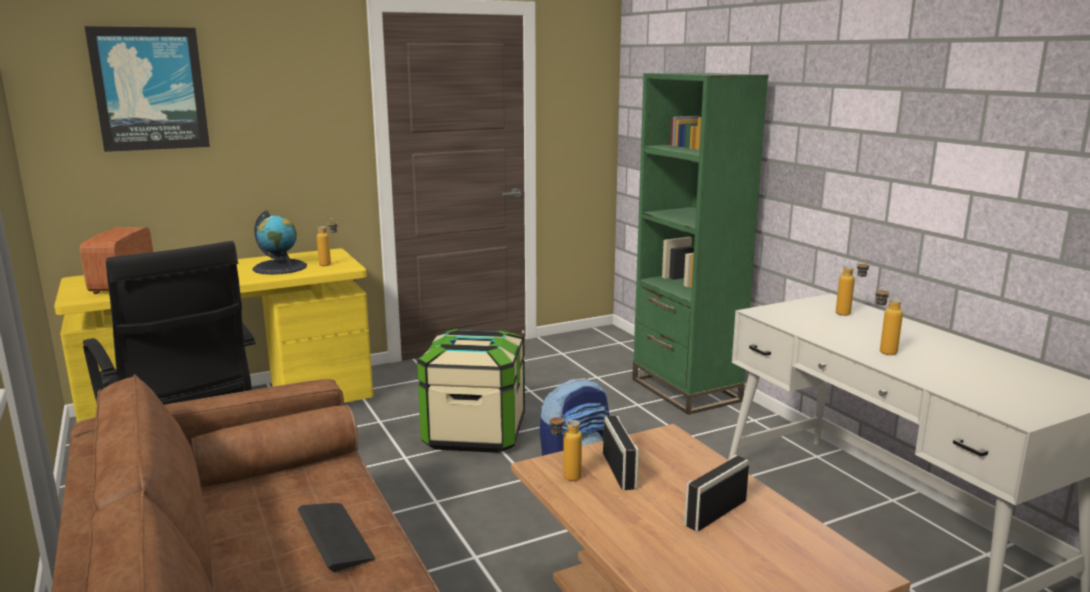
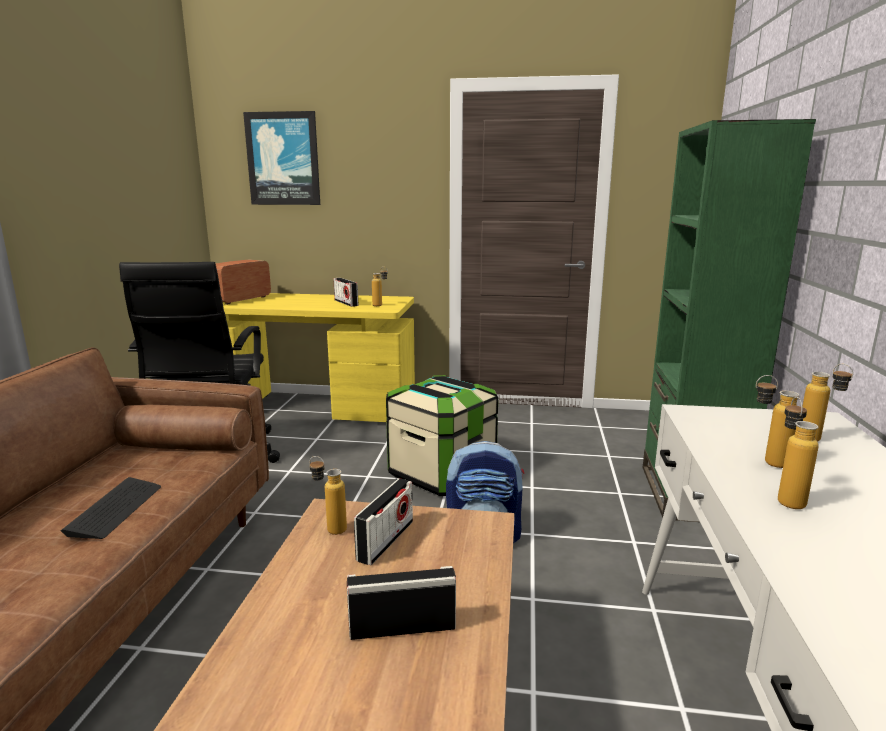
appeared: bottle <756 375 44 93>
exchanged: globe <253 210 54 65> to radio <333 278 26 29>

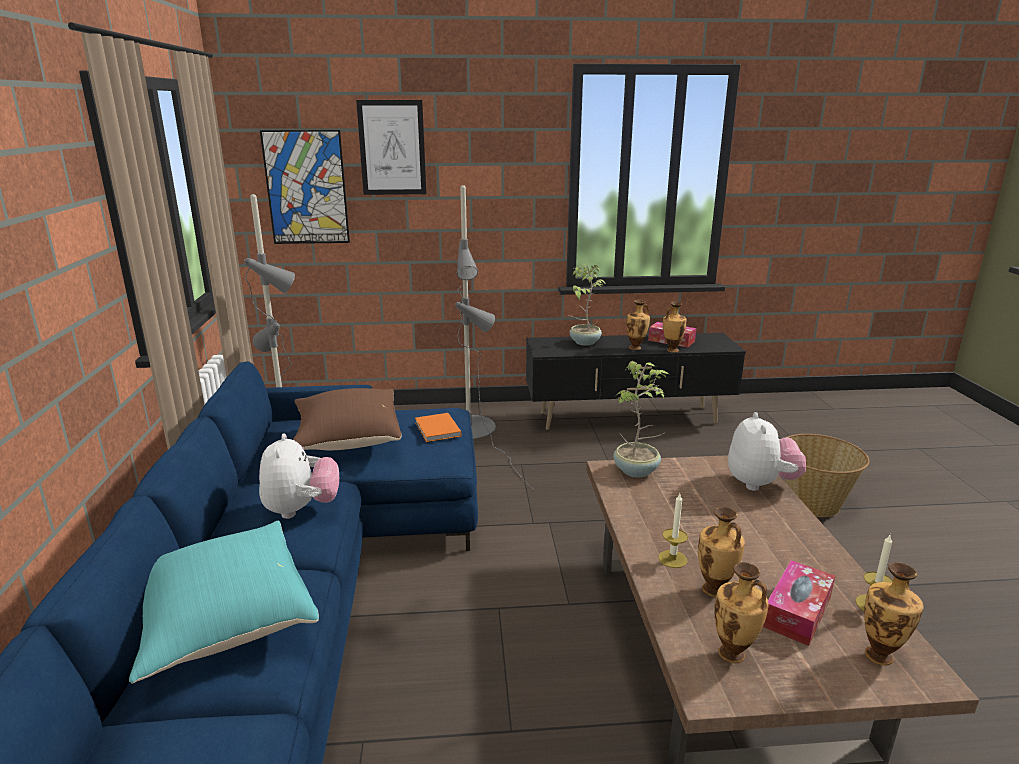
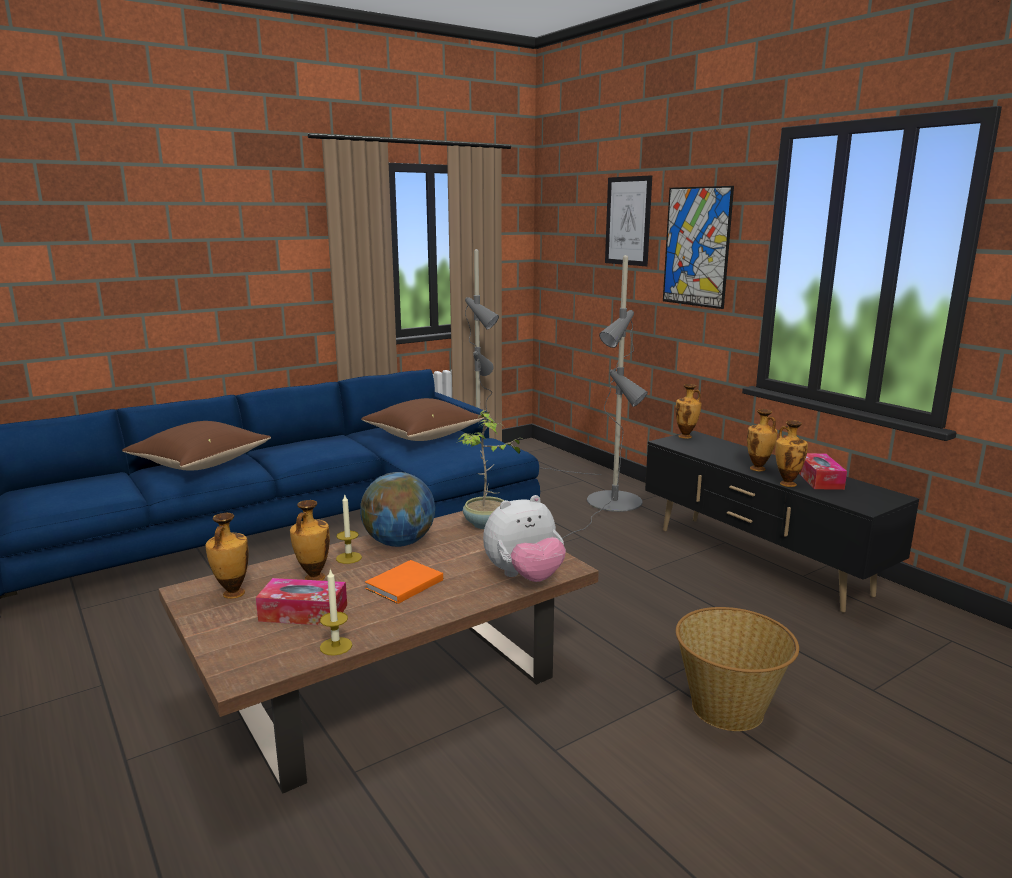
missing: plush_toy <259 433 80 86>; potted_plant <569 264 37 82>
appeared: globe <360 472 75 75>
relocated: orange_book <415 413 46 29> to <365 560 78 44>; picture <260 130 90 114> to <663 186 71 123>; vase <864 562 60 103> to <675 384 26 55>
colour: turquoise_pillow <129 521 190 162> to brown_pillow <122 421 149 50>

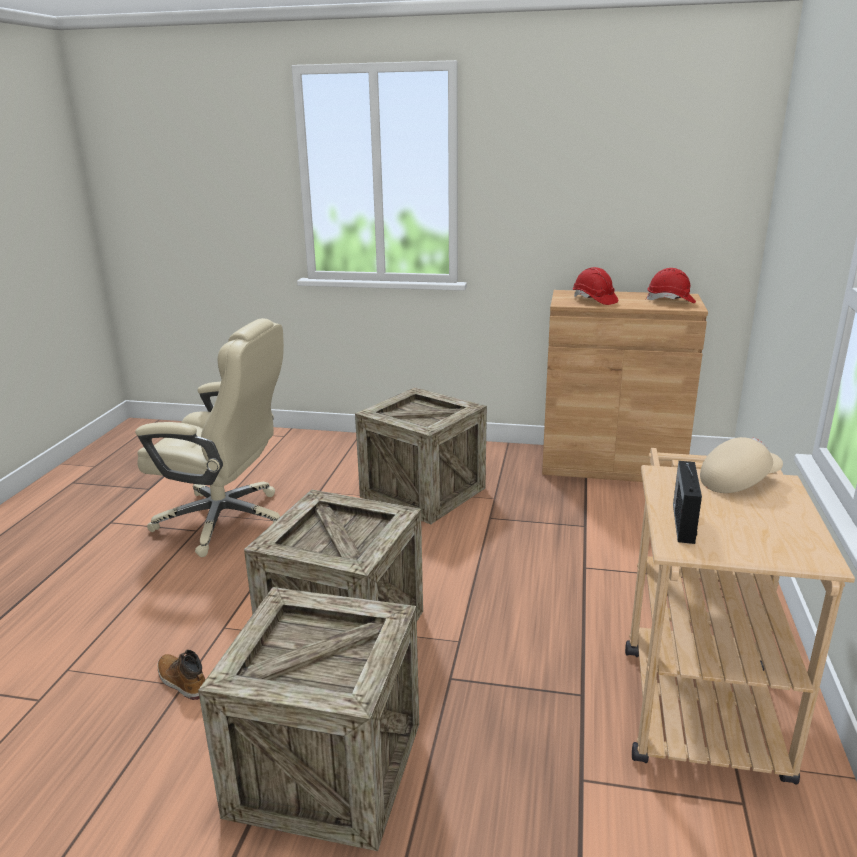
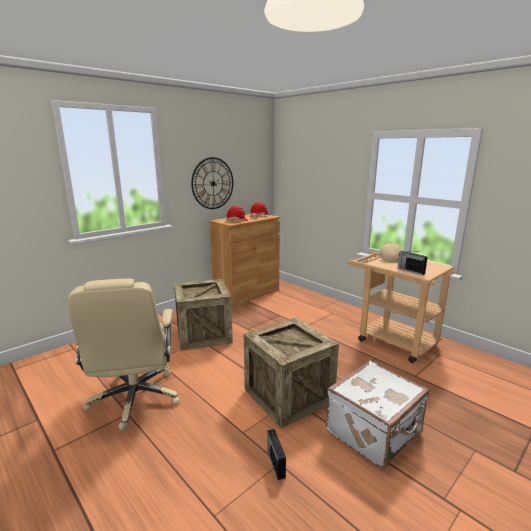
appeared: wall_clock <191 157 42 52>
exchanged: boot <157 649 48 51> to radio <267 429 19 51>; crate <198 587 221 264> to white_suitcase <326 360 103 108>
spun: beige_office_chair <135 318 149 239> = <68 279 111 152> 120 degrees clockwise

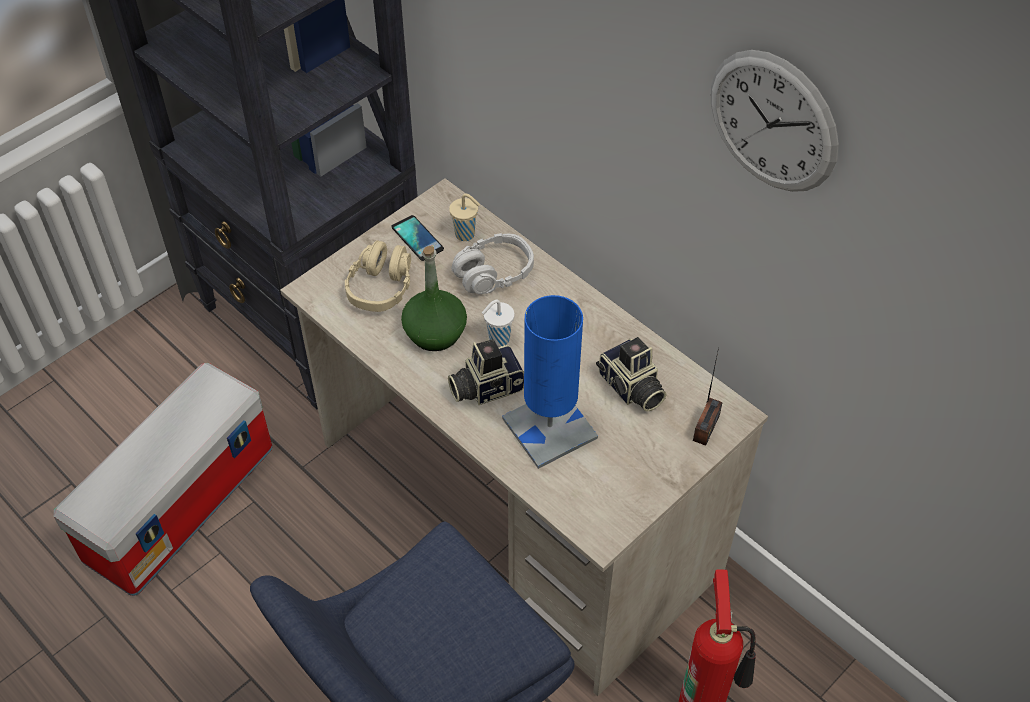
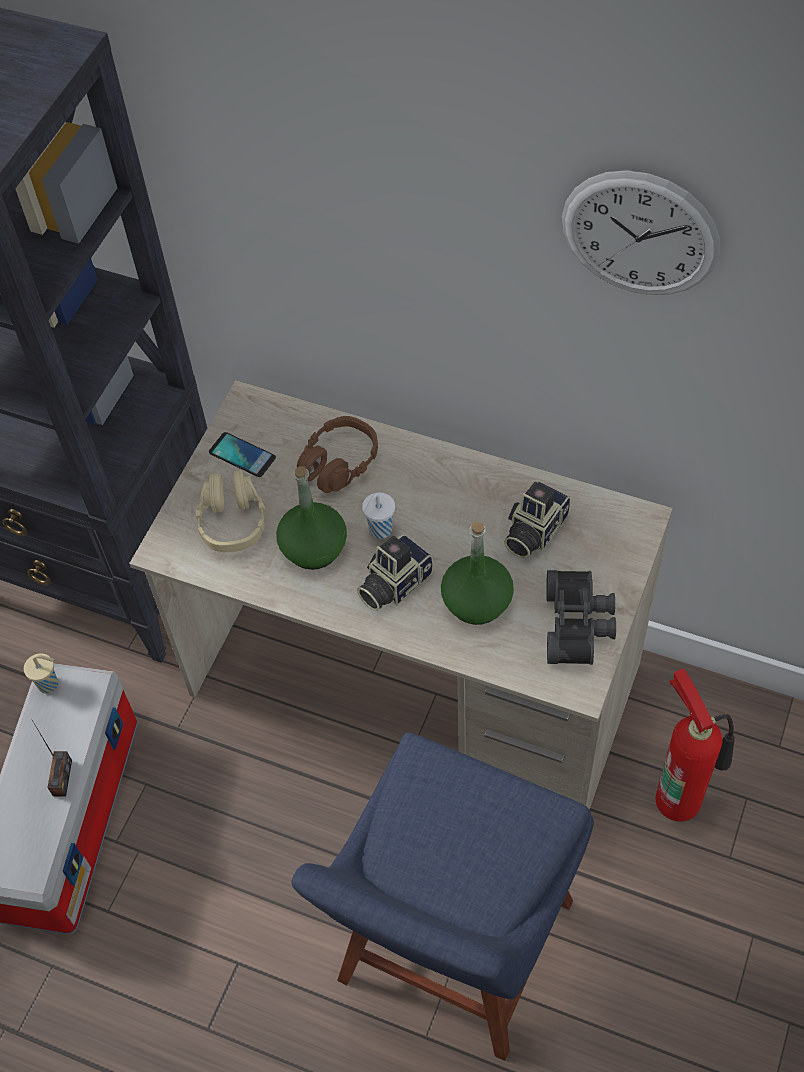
appeared: black_binoculars <546 570 70 95>
relocated: beige_cup <449 193 31 48> to <24 654 34 39>; radio <693 347 30 99> to <32 720 40 76>
exchanged: blue_table_lamp <502 295 96 174> to green_bottle <441 521 73 104>
colour: grey_headphones <452 233 82 61> to brown_headphones <297 416 81 77>
spun: photo_camera <596 337 70 75> = <504 481 67 78> 90 degrees clockwise

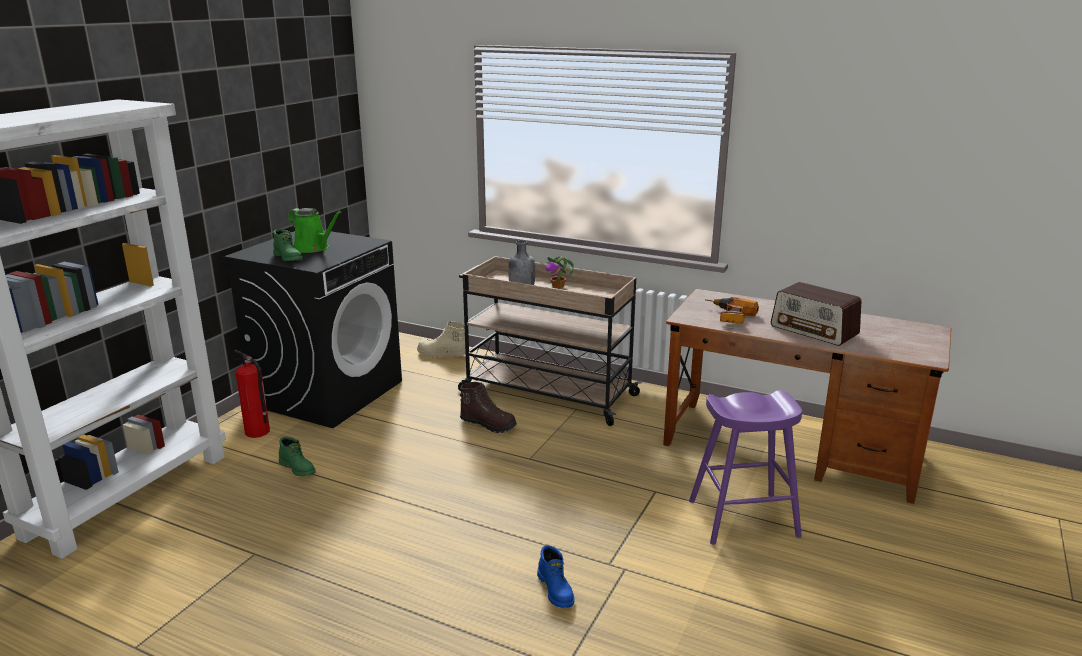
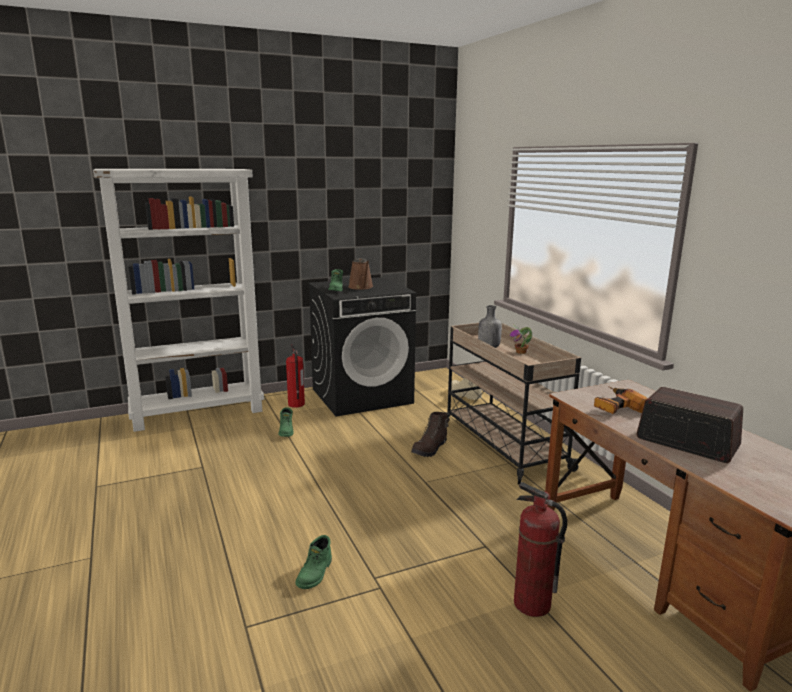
exchanged: purple_stool <689 390 113 155> to fire_extinguisher <514 482 53 135>
colour: blue_boot <537 545 38 63> to green_boot <295 535 37 54>; green_watering_can <288 208 54 45> to brown_watering_can <348 258 25 32>
spun: brown_boot <460 382 57 51> = <411 412 39 45> 60 degrees clockwise; radio <771 282 90 64> = <636 387 107 76> 135 degrees clockwise

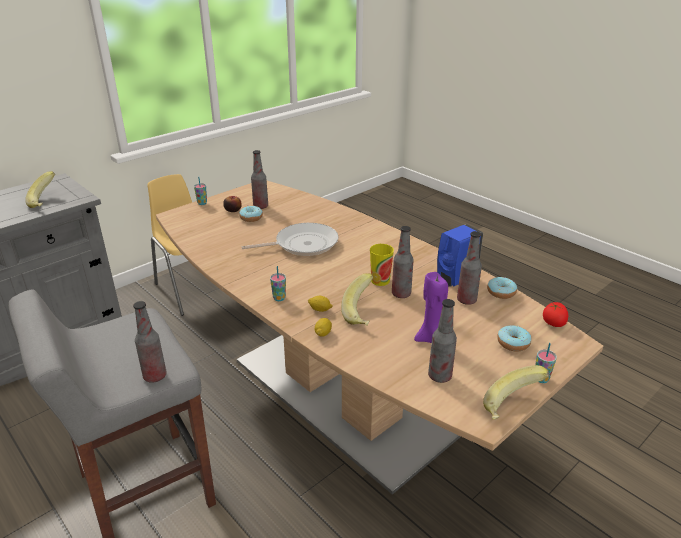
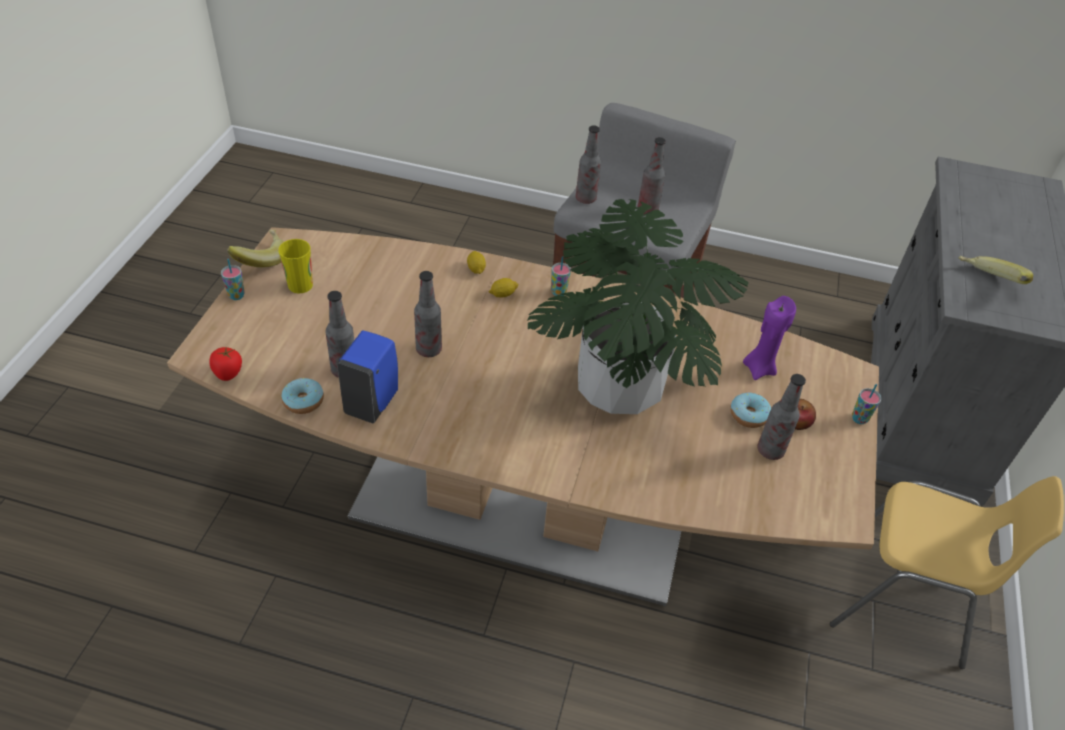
missing: banana <341 273 32 53>; donut <497 325 34 27>
relocated: cup <370 244 24 42> to <278 239 35 55>; bottle <428 299 29 84> to <637 137 29 77>; purple_candle <414 272 34 71> to <743 296 53 84>
exchanged: frying_pan <241 223 97 33> to potted_plant <527 199 221 215>

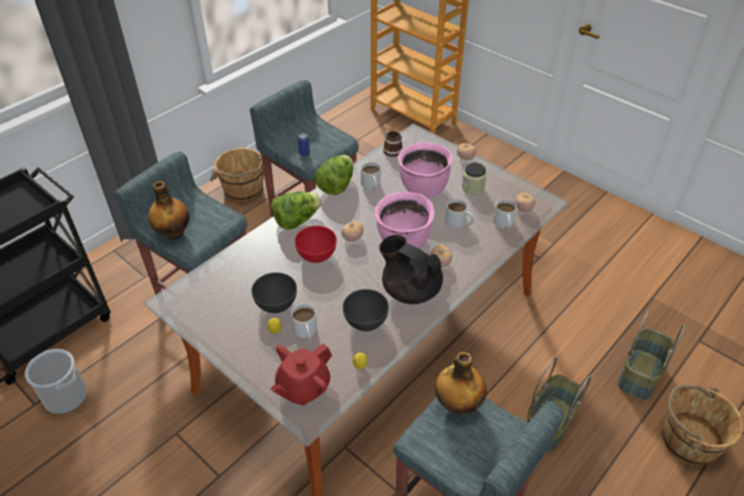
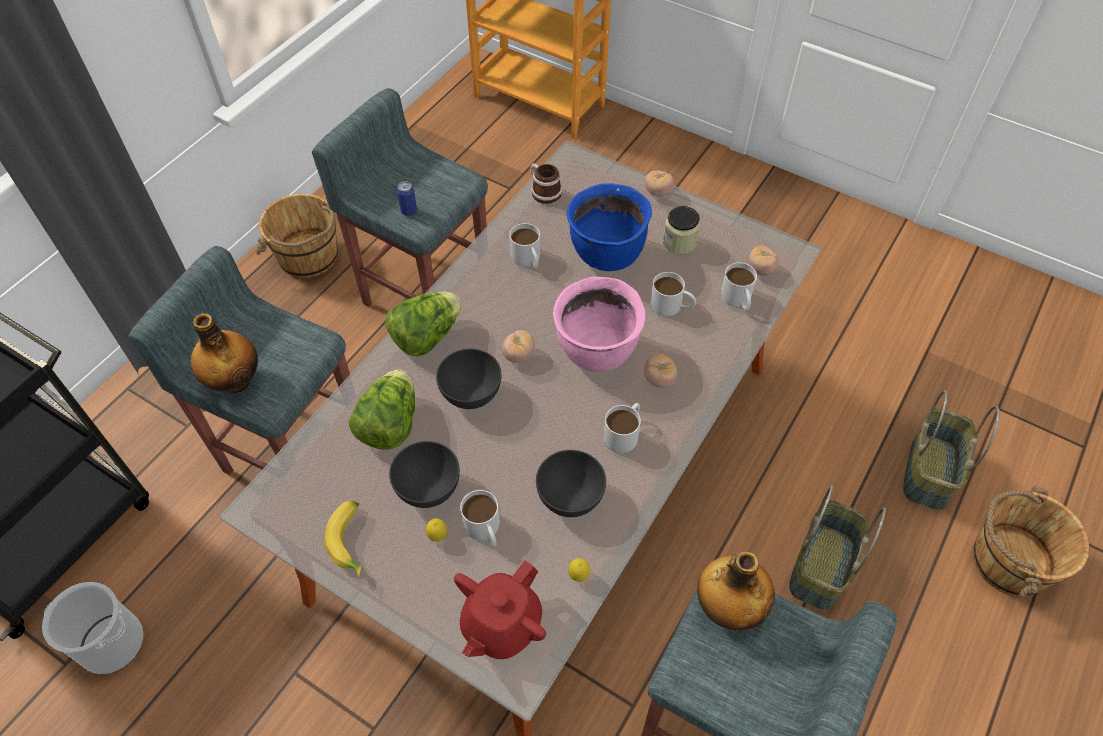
appeared: banana <324 501 37 78>
relocated: lettuce <314 155 39 40> to <349 369 66 81>
exchanged: black_teapot <379 235 64 69> to white_mug <603 403 38 50>
colour: red_bowl <295 226 42 37> to grey_bowl <436 349 65 60>; pink_cooking_pot <398 142 55 56> to blue_cooking_pot <567 183 85 88>

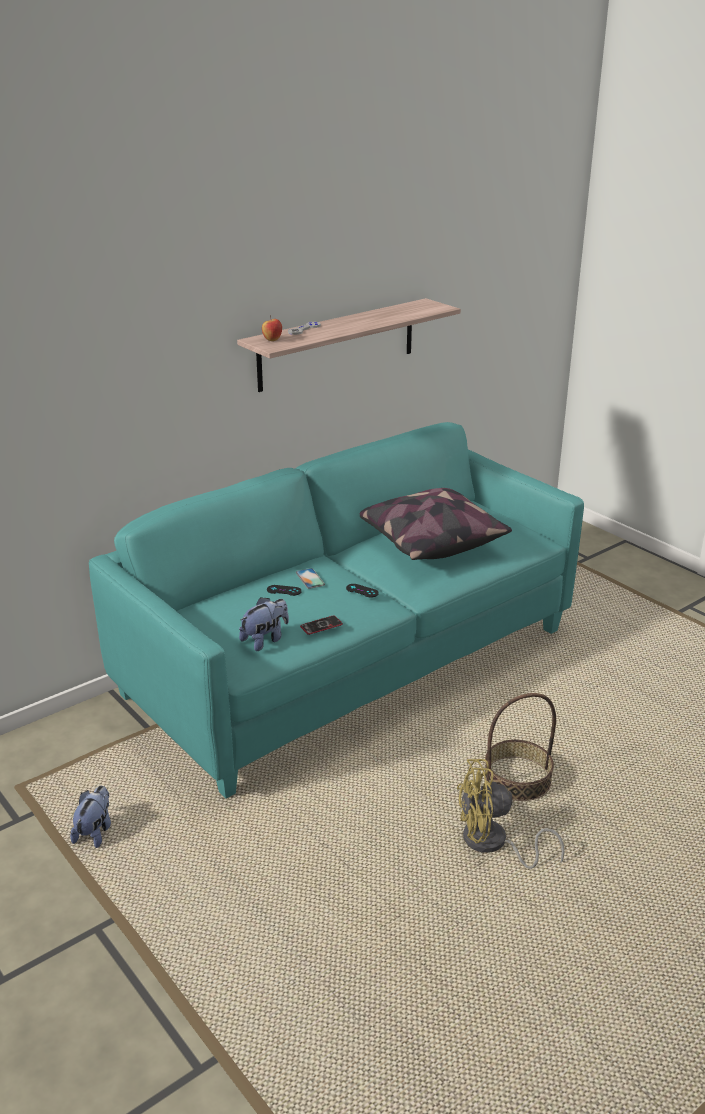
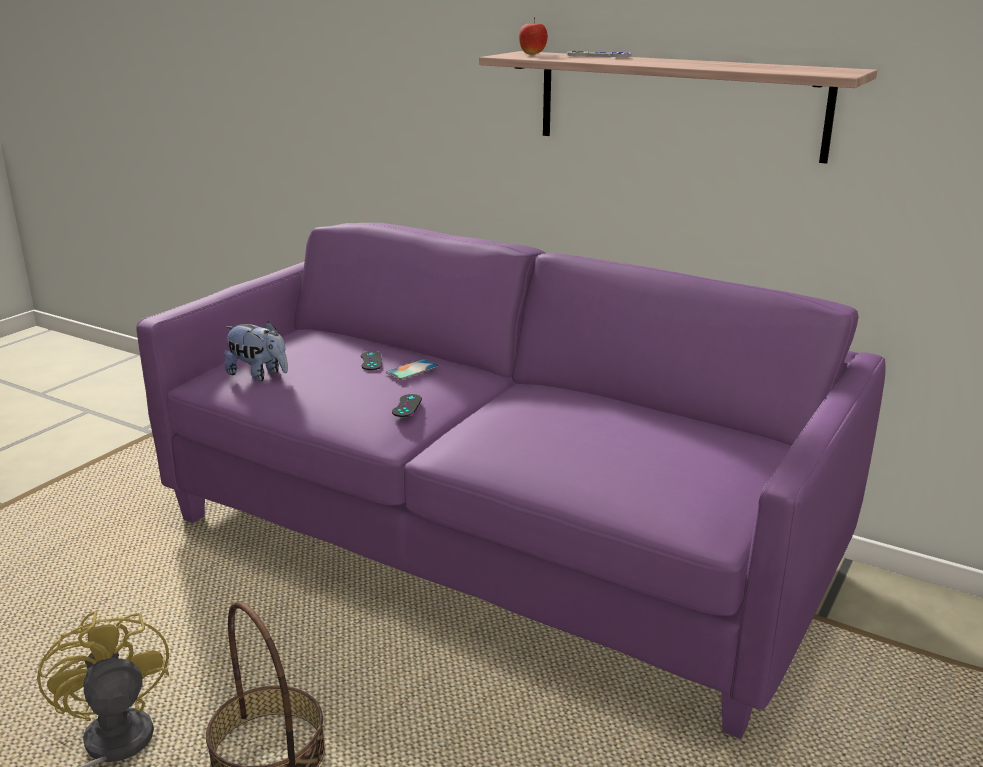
missing: plush_toy <70 786 41 62>; phone <300 615 43 20>; pillow <360 488 152 72>
colour: turquoise_sofa <89 422 495 376> to purple_sofa <136 223 750 516>

